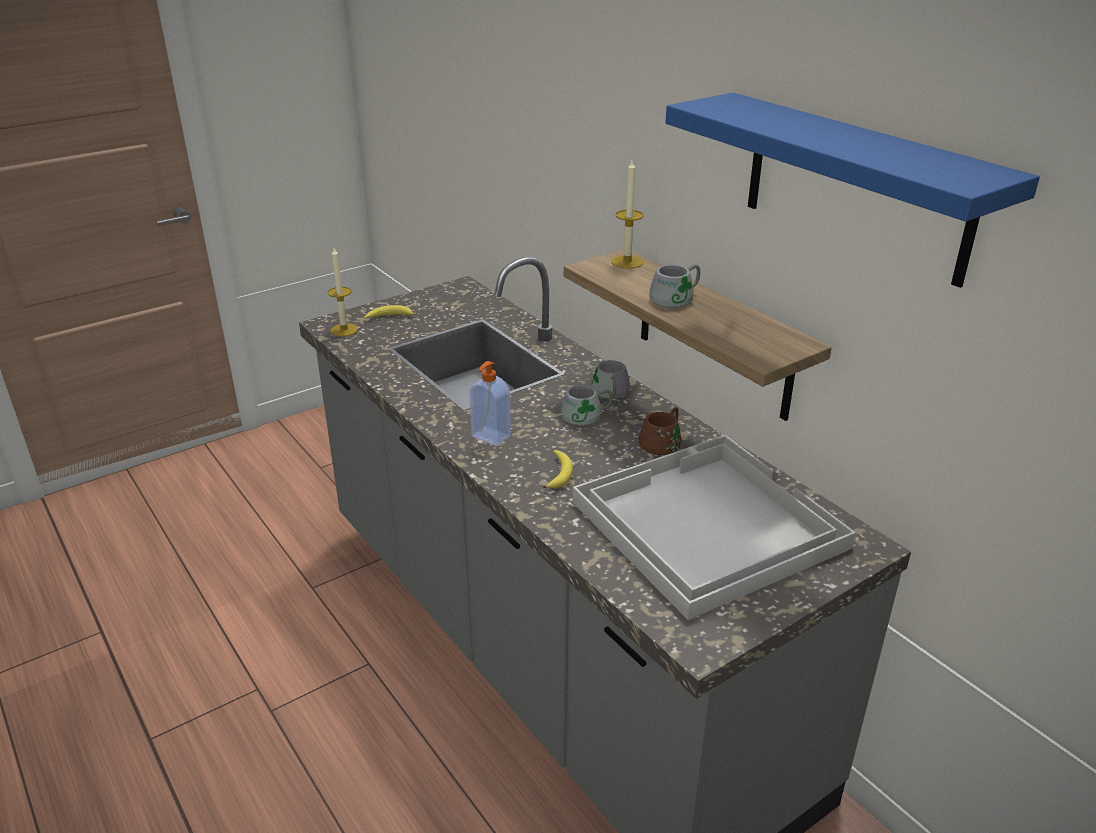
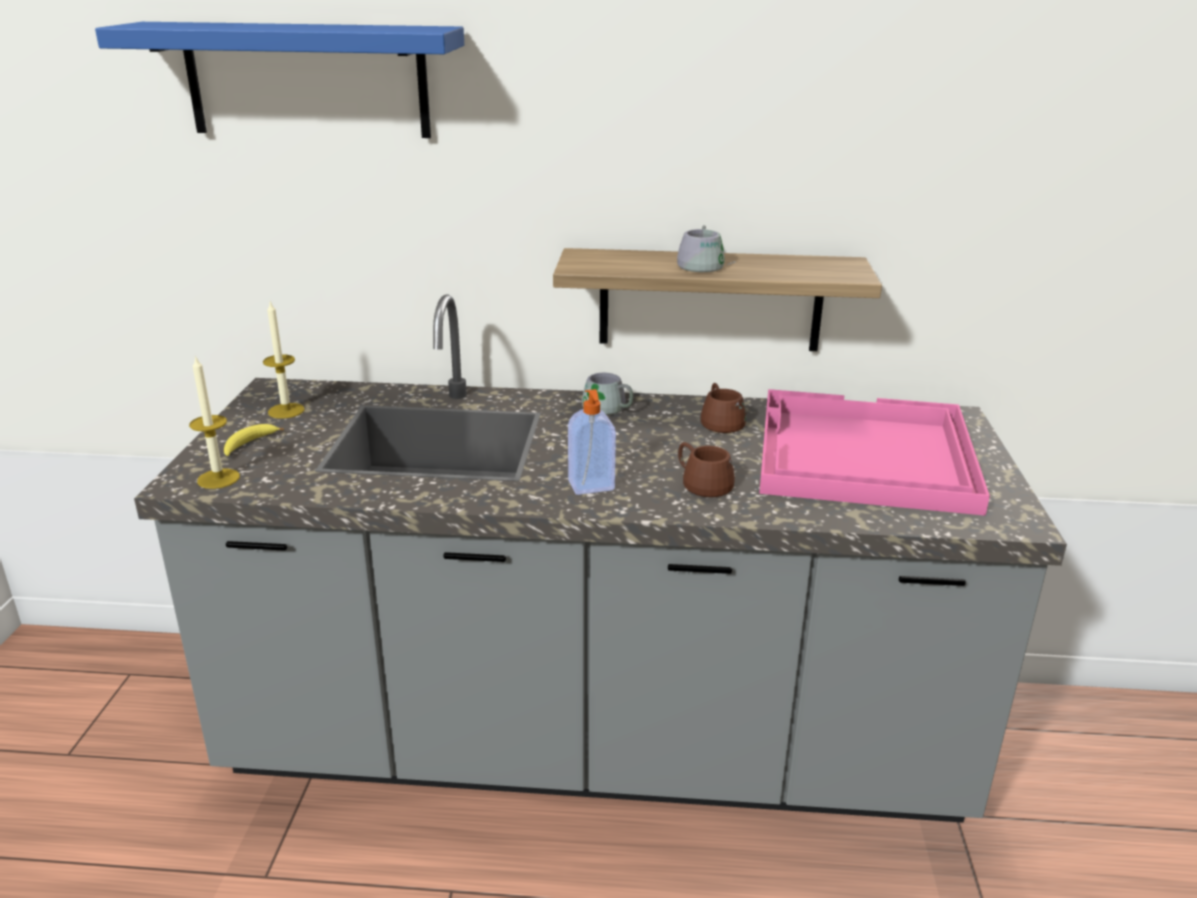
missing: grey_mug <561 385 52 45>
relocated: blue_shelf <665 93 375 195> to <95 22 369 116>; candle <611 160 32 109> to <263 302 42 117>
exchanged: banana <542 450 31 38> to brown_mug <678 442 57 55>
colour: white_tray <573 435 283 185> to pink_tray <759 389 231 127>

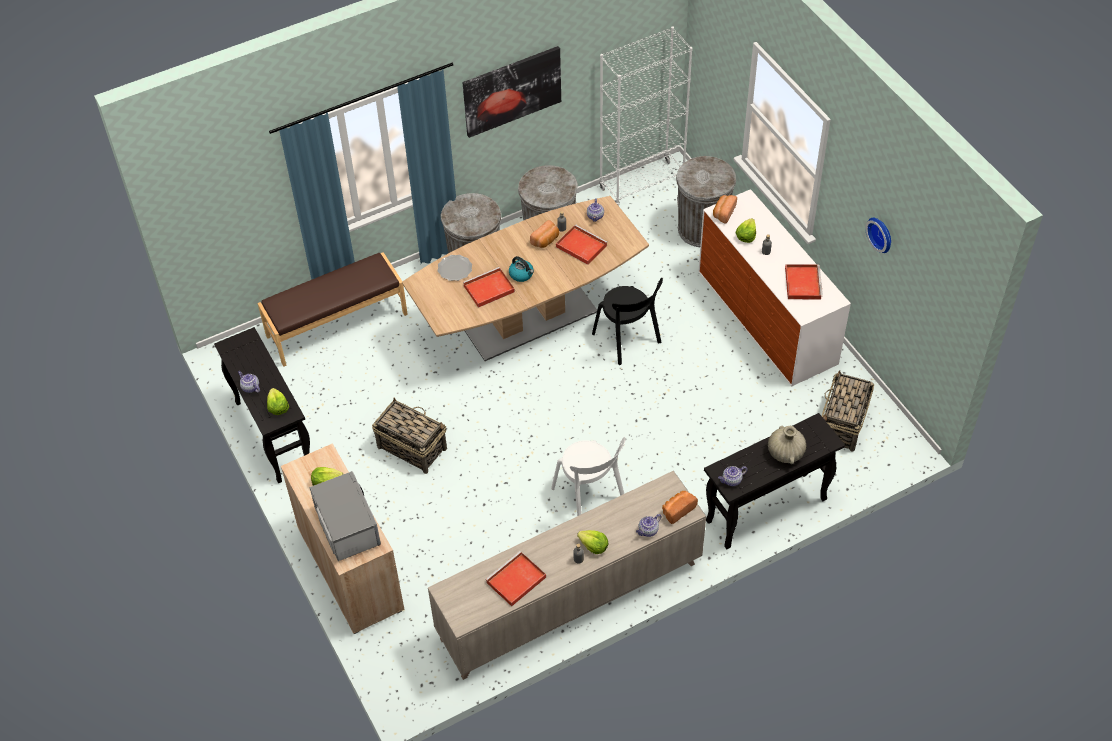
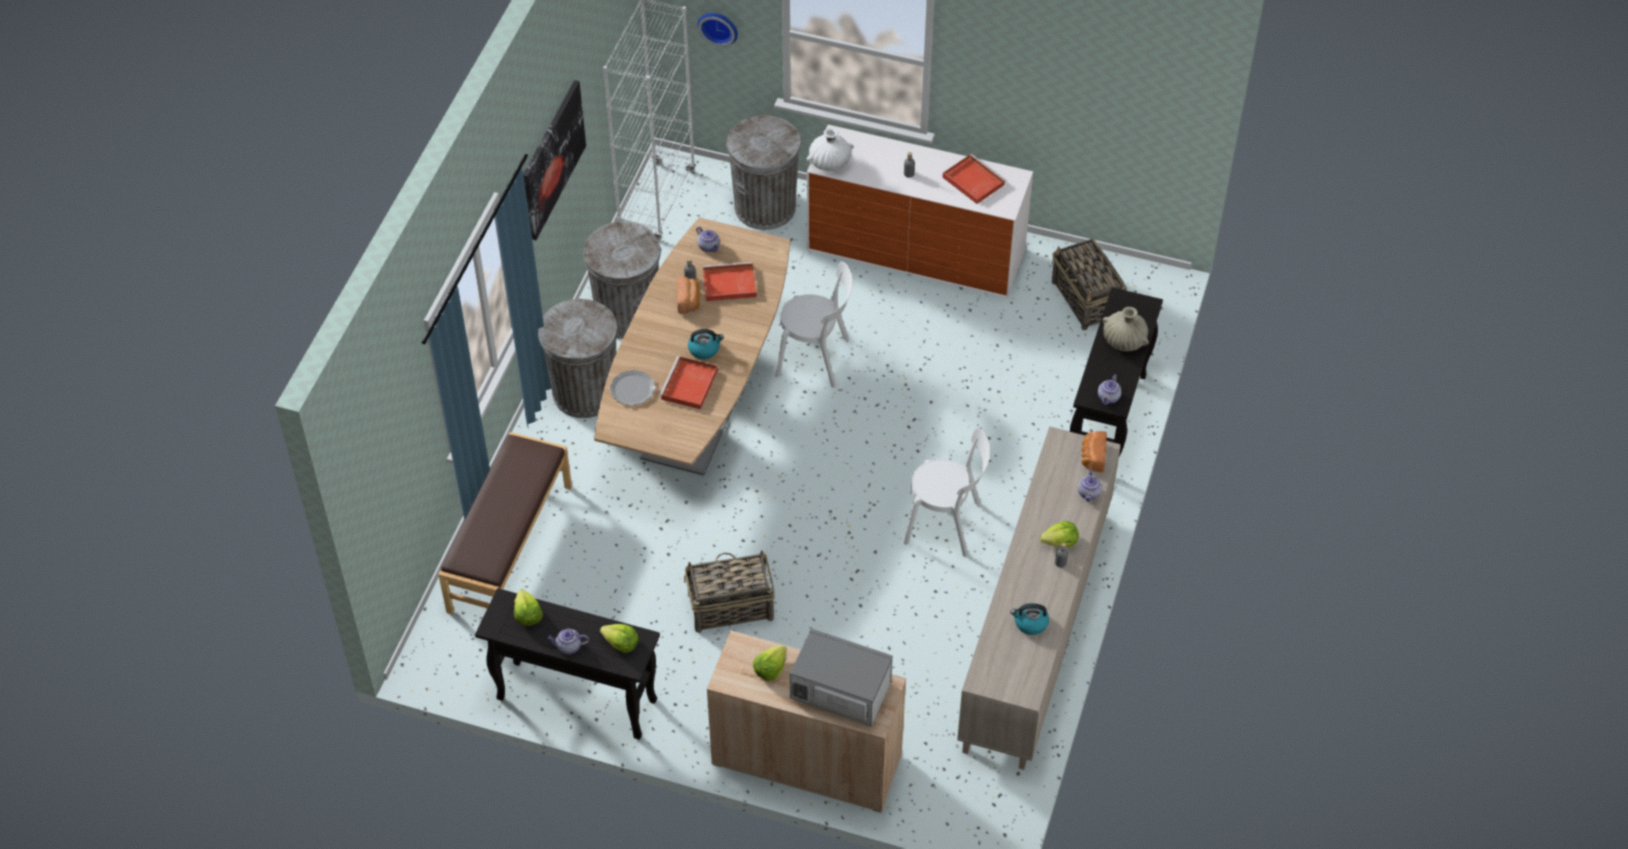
relocated: lettuce <735 218 21 25> to <514 589 29 37>; wall_clock <865 218 26 35> to <698 13 40 34>
exchanged: bread <713 195 24 29> to white_vase <807 128 47 43>; red_tray <485 551 61 55> to kettle <1010 603 39 32>
colour: black_chair <592 278 71 87> to white_chair <775 262 78 126>

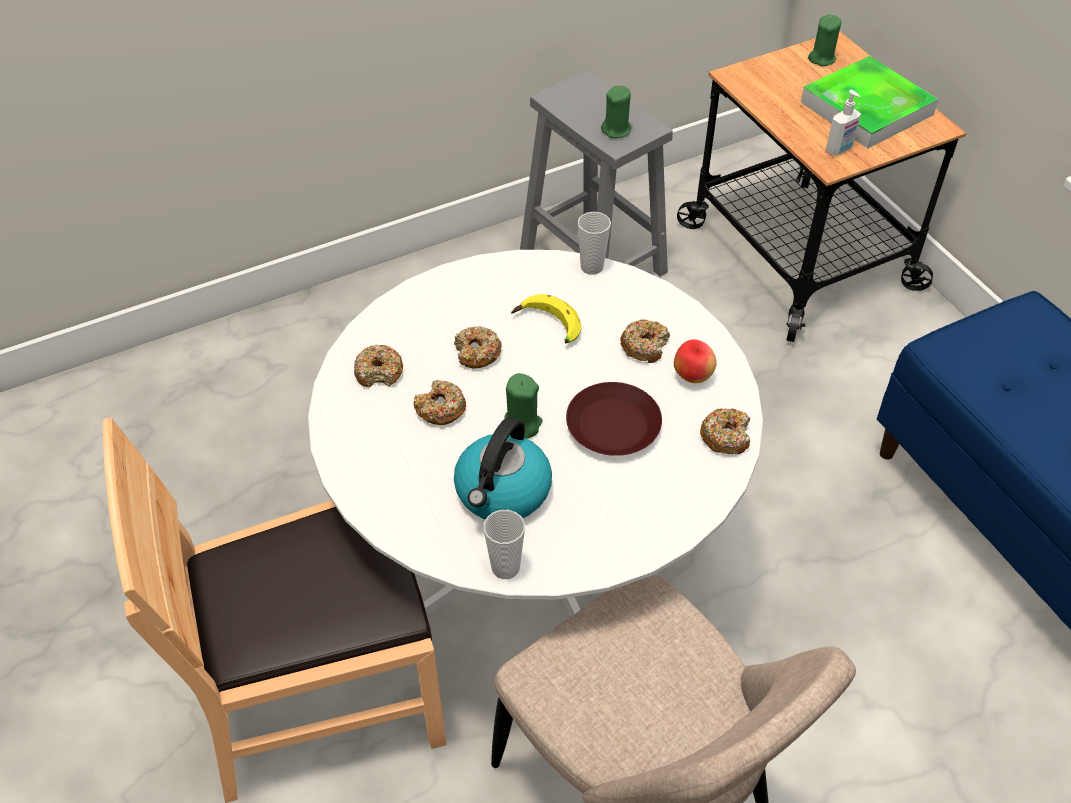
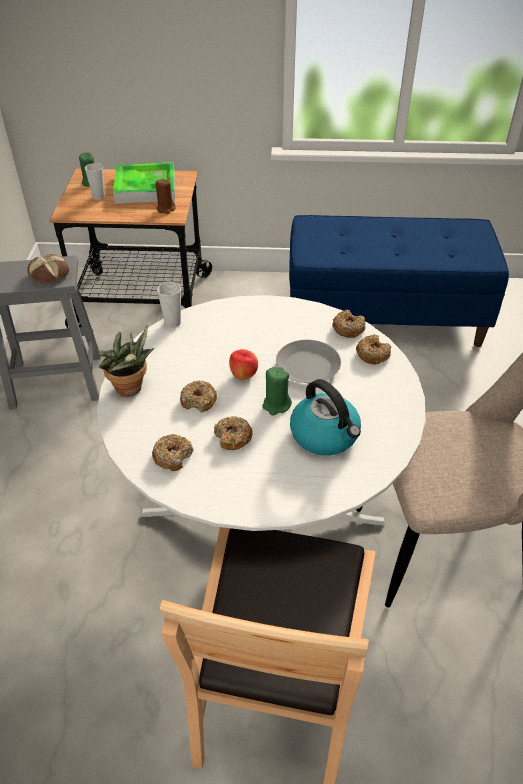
missing: banana <511 294 71 49>
appeared: potted_plant <97 325 57 72>
relocated: cup <484 510 41 69> to <85 163 20 37>; apple <674 339 43 44> to <229 349 29 31>; donut <620 319 50 44> to <356 335 35 30>
exchanged: green_candle <601 85 31 53> to bread <27 254 43 29>; soap_dispenser <825 90 36 66> to brown_candle <155 179 21 35>
colour: brown_plate <566 382 96 74> to grey_plate <276 340 65 43>

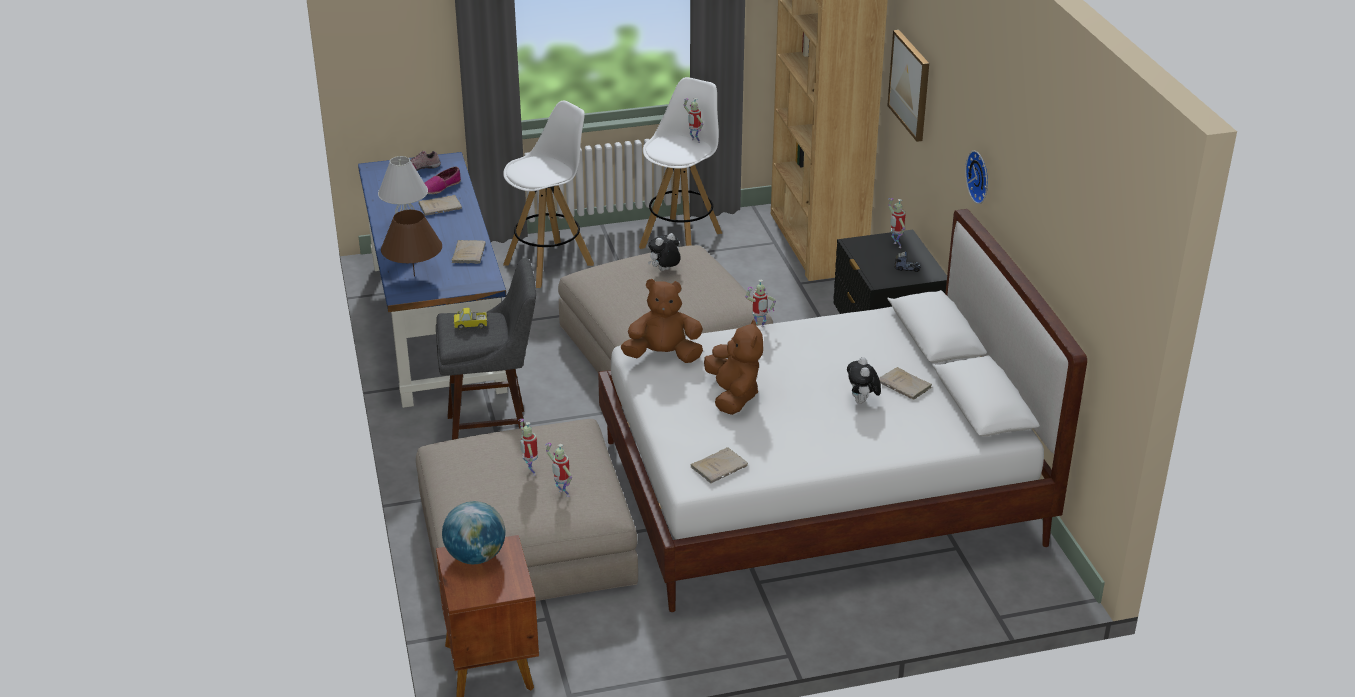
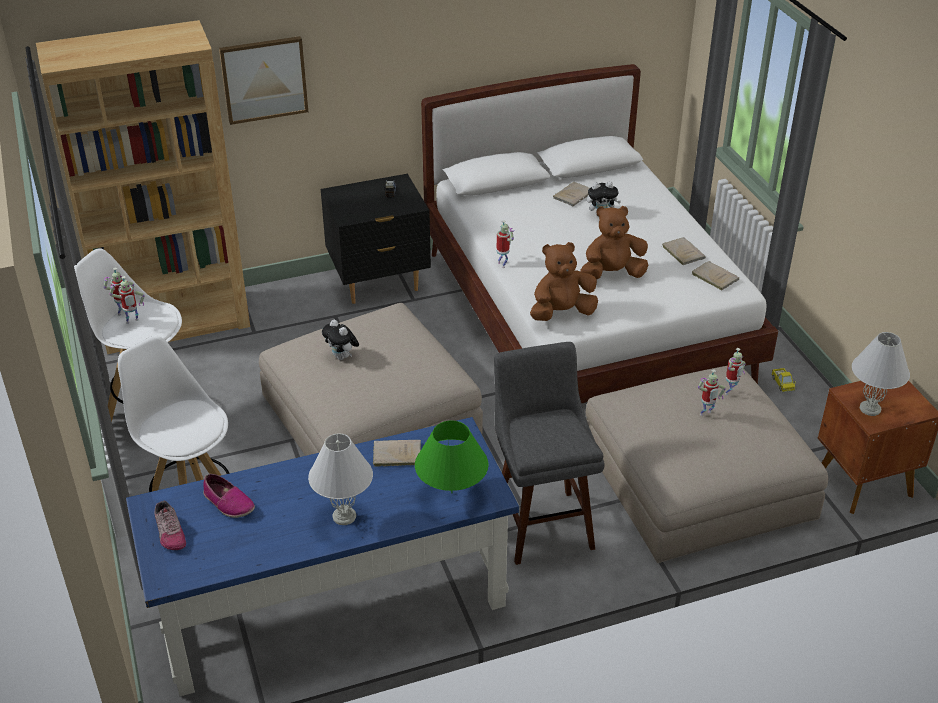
missing: wall_clock <965 151 23 53>
relocated: toy_robot <888 198 17 50> to <110 276 35 48>; beige_book <418 195 44 21> to <661 237 45 28>; toy_truck <454 308 33 22> to <771 368 25 25>
exchanged: globe <442 501 63 63> to white_table_lamp <852 332 58 84>
colour: brown_table_lamp <381 210 61 67> to green_table_lamp <415 421 74 72>
spun: brown_plush_toy <621 279 82 84> = <530 242 68 79> 75 degrees clockwise

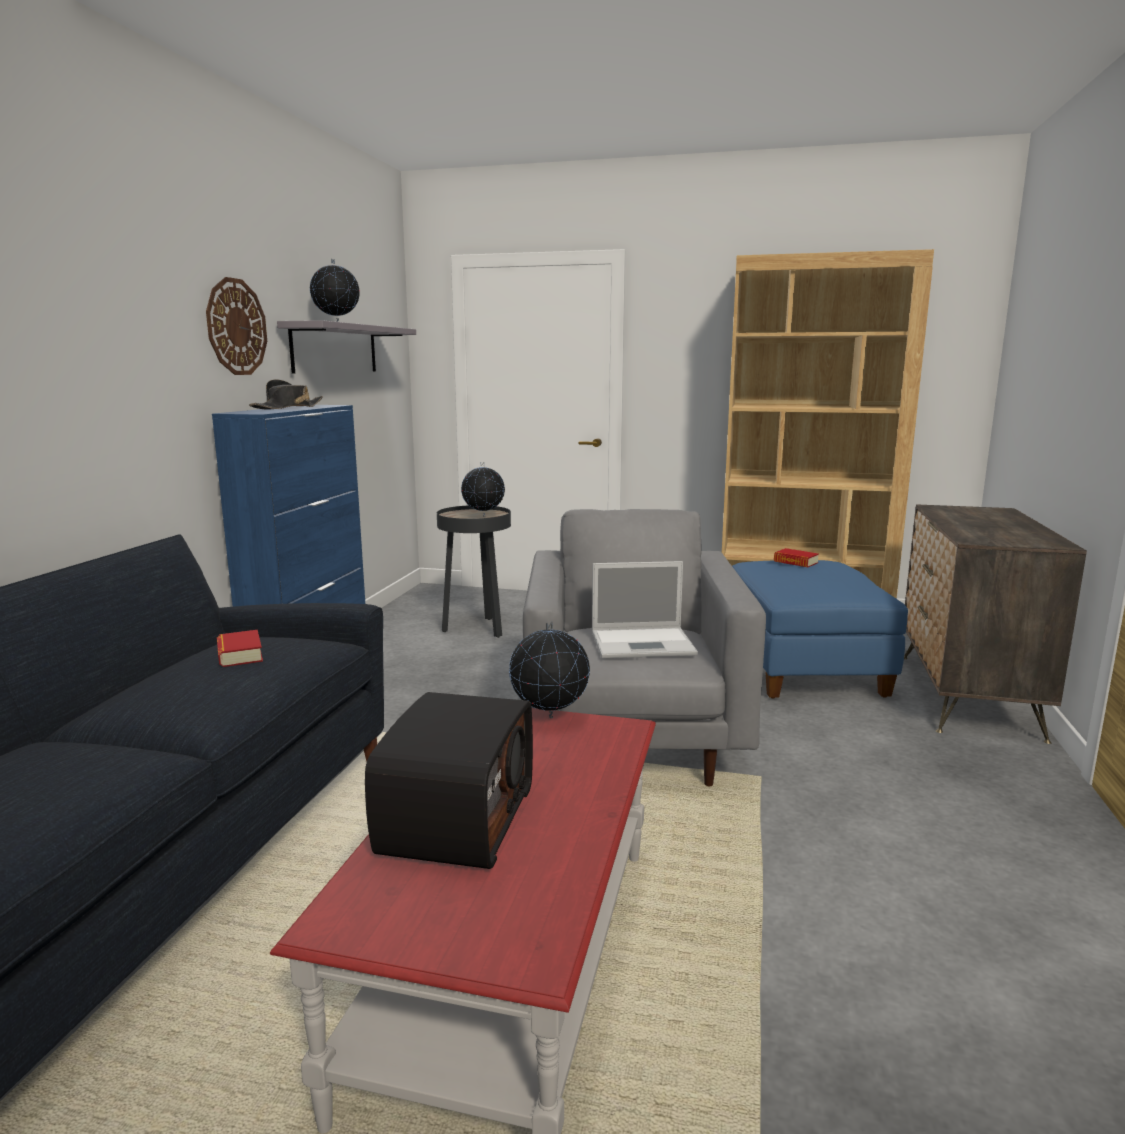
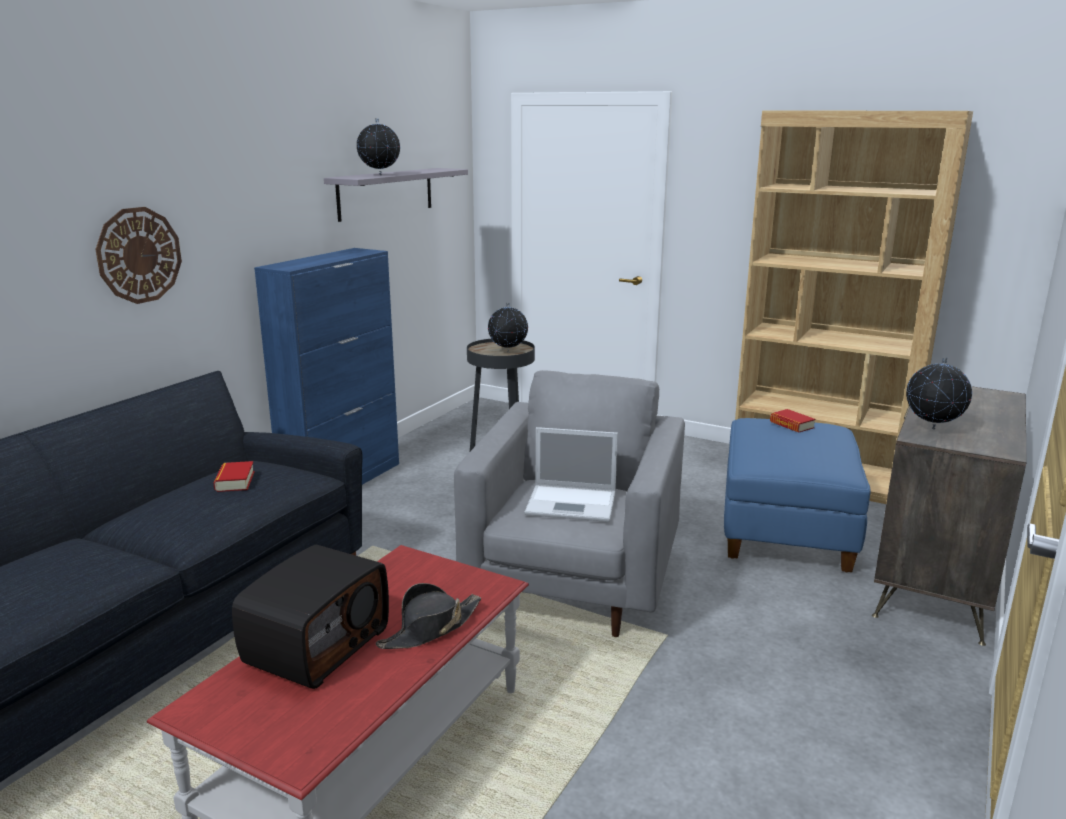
relocated: wall_clock <206 277 61 98> to <96 207 86 97>; black_hat <249 379 74 31> to <376 583 105 66>; globe <509 621 81 97> to <906 357 66 73>

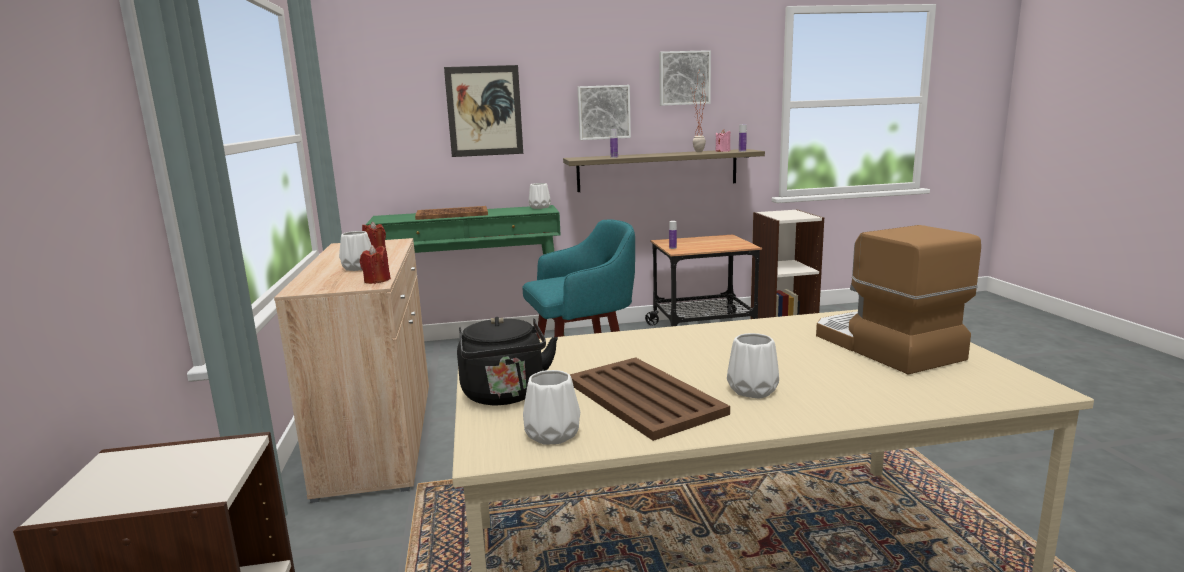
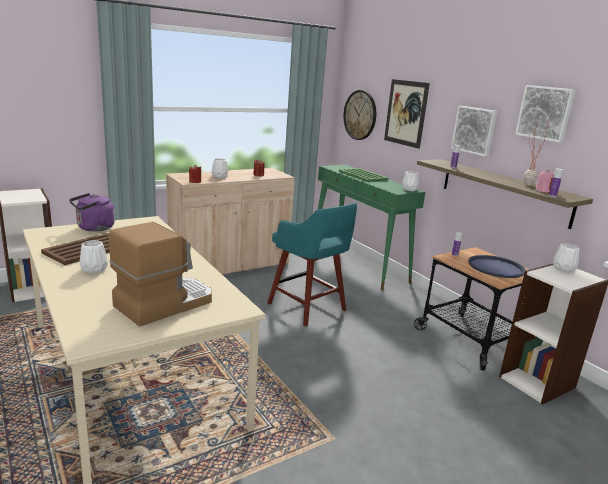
appeared: wall_clock <343 90 33 50>; blue_tray <468 255 58 23>
relocated: white_vase <523 370 57 75> to <553 243 26 29>
colour: black_kettle <457 317 101 88> to purple_kettle <69 193 46 38>; brown_tray <415 206 73 14> to green_tray <339 168 49 14>

